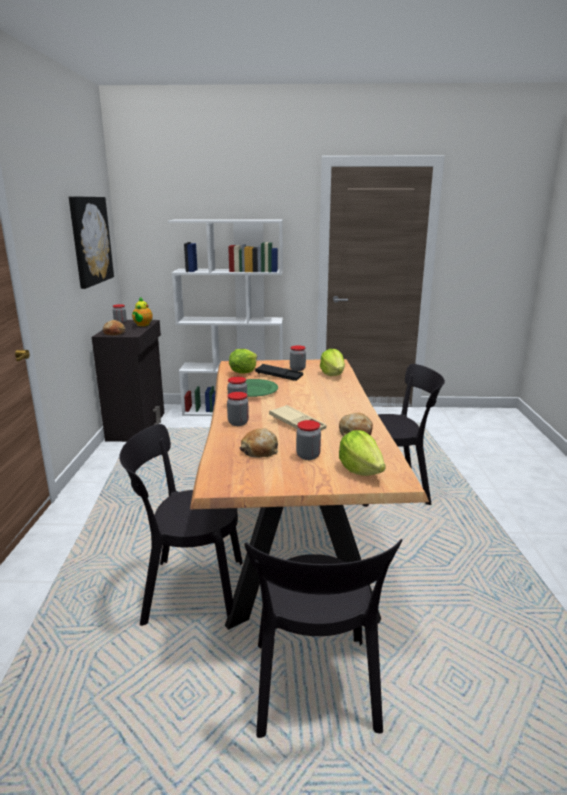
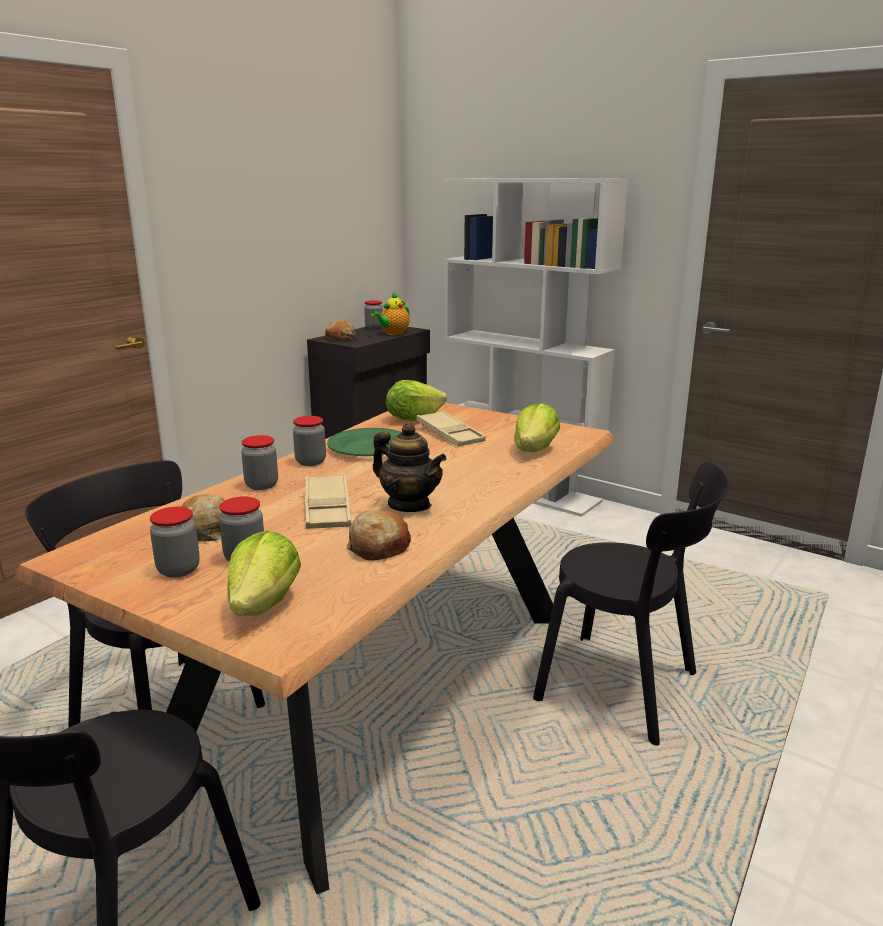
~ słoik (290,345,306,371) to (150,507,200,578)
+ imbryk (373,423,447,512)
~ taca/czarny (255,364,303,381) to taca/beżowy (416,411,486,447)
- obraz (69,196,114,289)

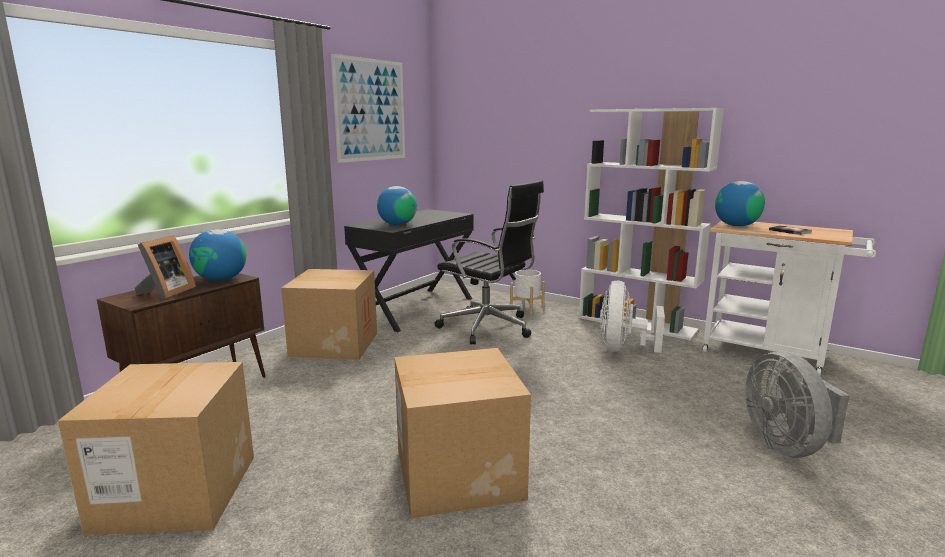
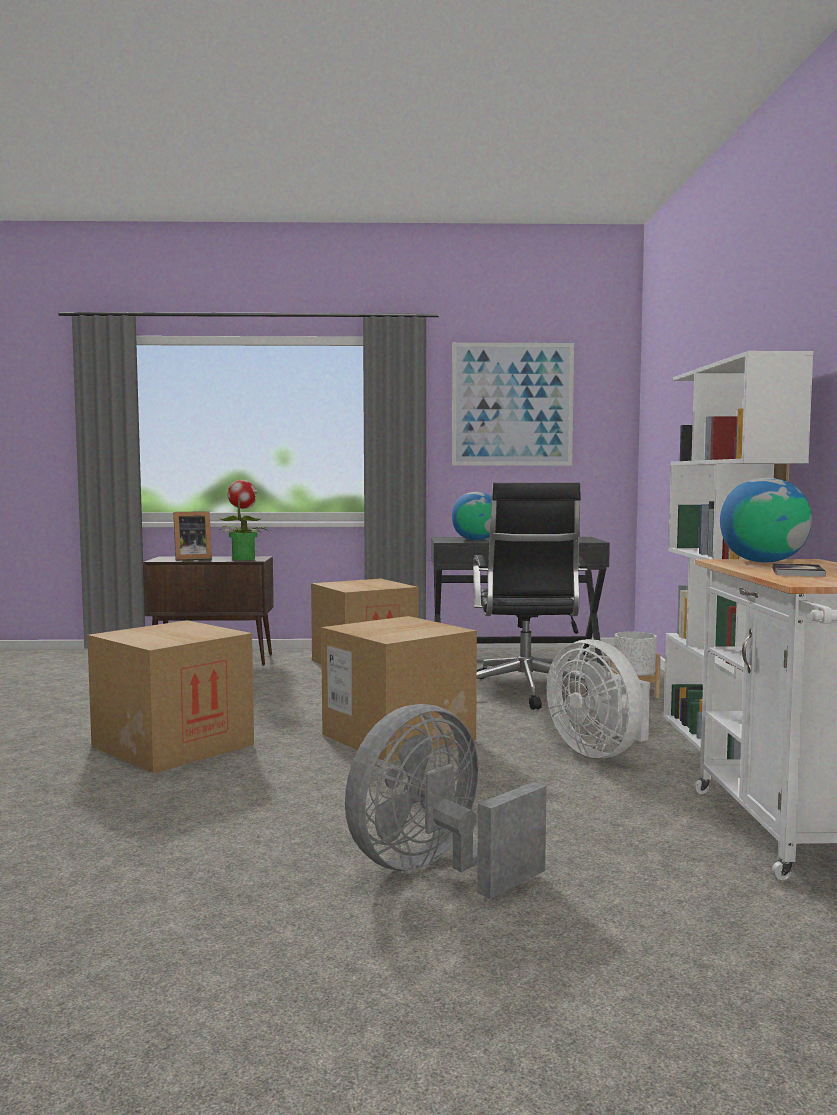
~ globus (189,229,246,281) to roślina doniczkowa (220,480,268,560)
~ karton (58,362,254,535) to (321,616,477,762)
~ wentylator/biały (600,281,665,353) = (547,639,650,758) 105 degrees counterclockwise

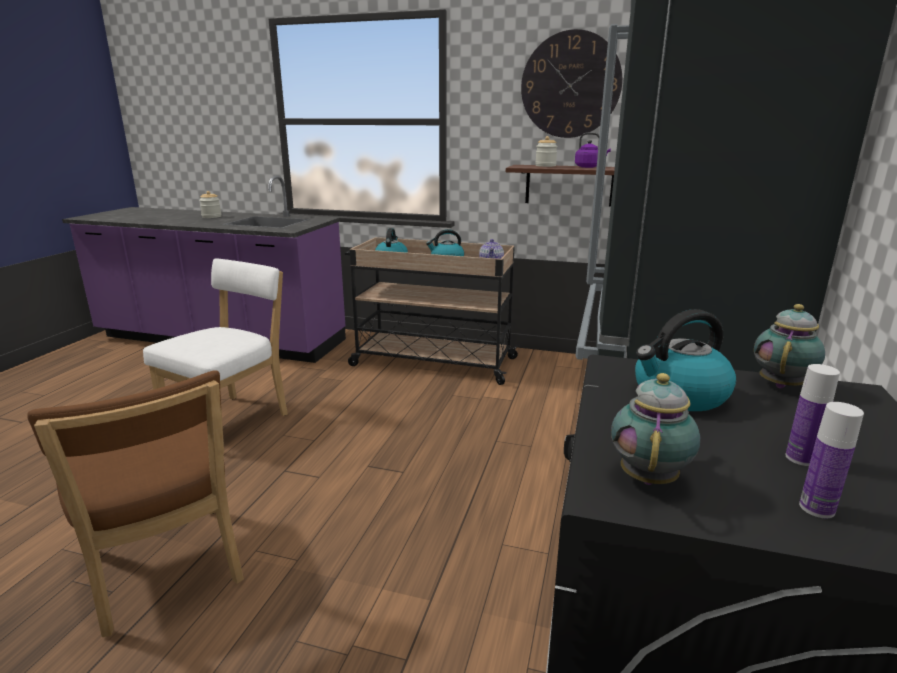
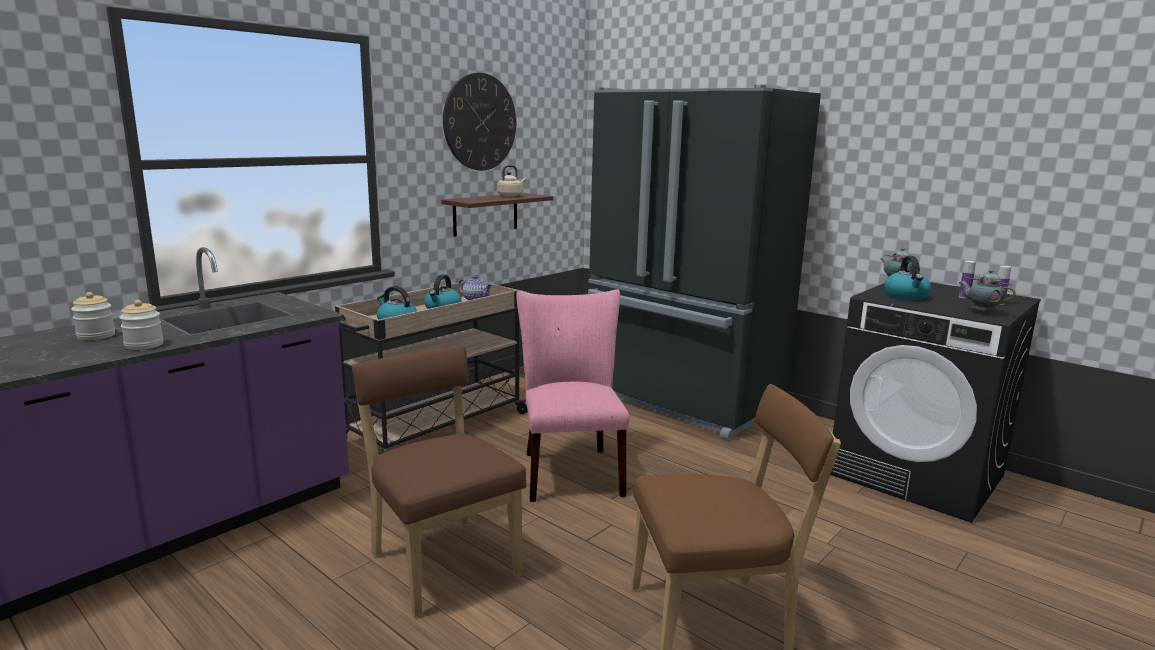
~ słoik (535,136,558,167) to (119,300,164,350)
~ krzesło/biały (143,258,288,453) to krzesło/brązowy (352,346,526,617)
~ czajnik/fioletowy (575,132,611,168) to czajnik/beżowy (497,165,526,197)
+ krzesło/różowy (516,289,630,502)

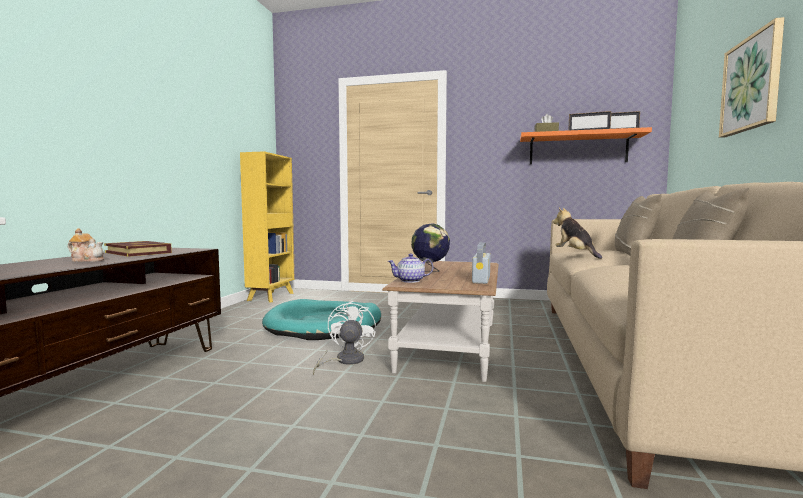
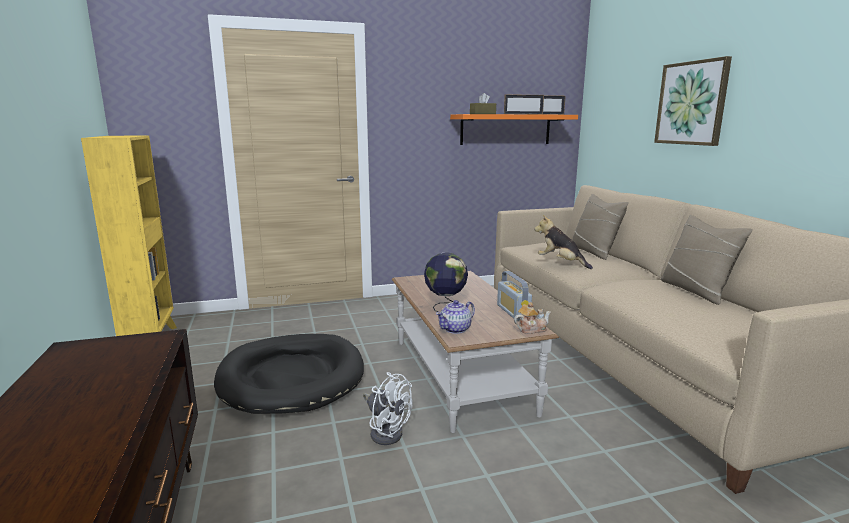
~ legowisko/turkusowy (262,299,381,340) to legowisko/czarny (214,334,364,414)
~ wentylator/biały (313,301,376,375) = (363,372,413,445) 150 degrees clockwise
~ imbryk (68,228,104,262) to (514,302,551,334)
- książka (104,241,172,257)

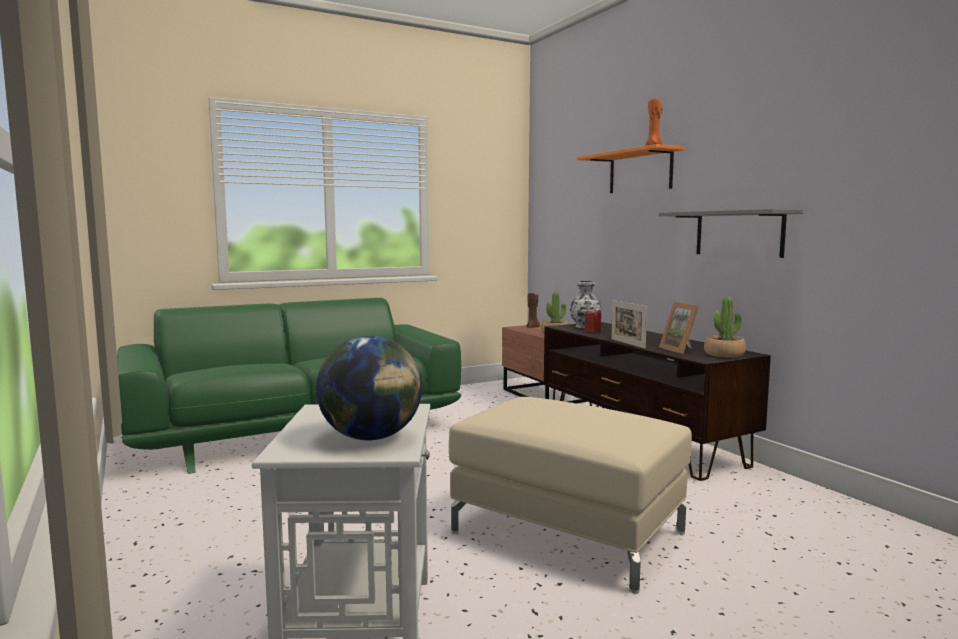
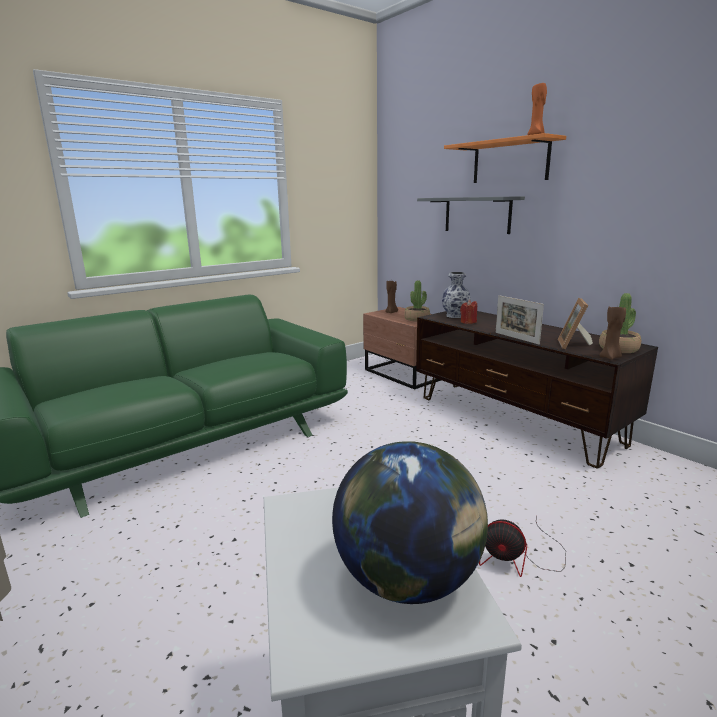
~ półka/szary (659,209,803,258) to (417,196,525,234)
~ pufa/beżowy (449,397,692,594) to wentylator (479,516,566,577)
~ ramka na zdjęcie (659,302,699,354) = (558,298,593,349) 45 degrees clockwise
+ świeca/brązowy (599,305,626,360)

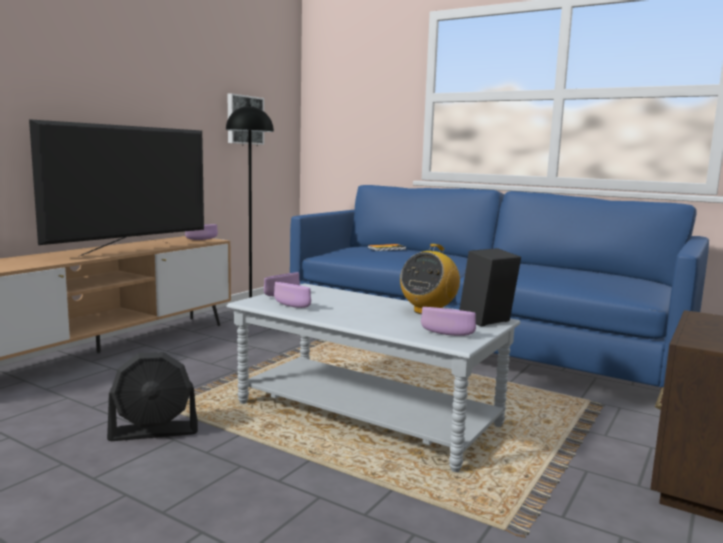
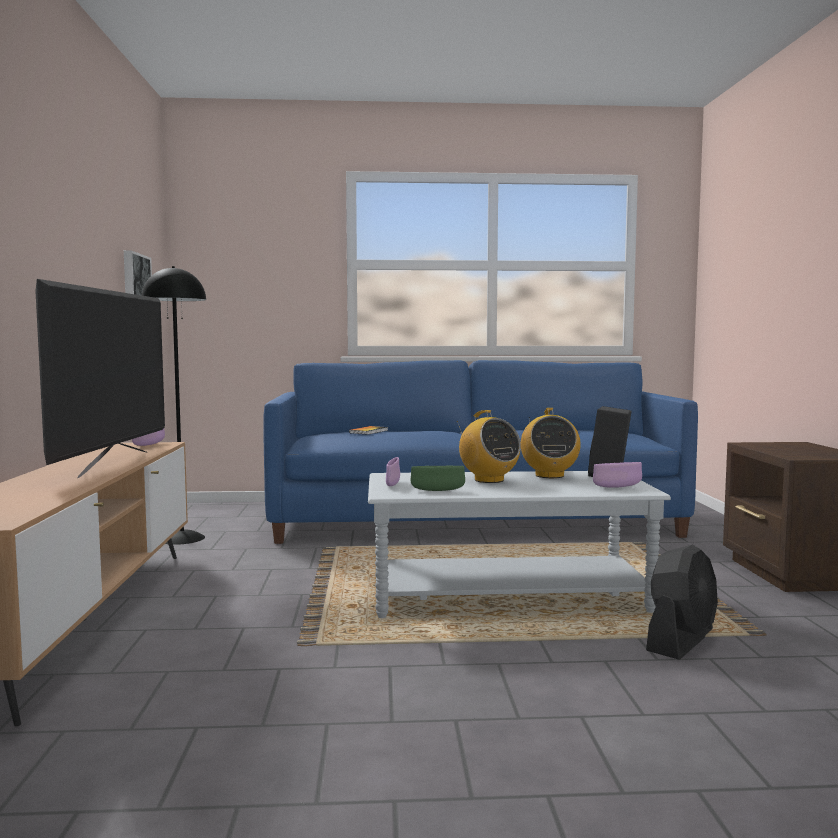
~ miska/fioletowy (274,282,311,308) to miska/zielony (410,466,465,491)
+ radio (457,410,521,483)
~ wentylator/czarny (107,352,198,441) to (646,544,718,660)

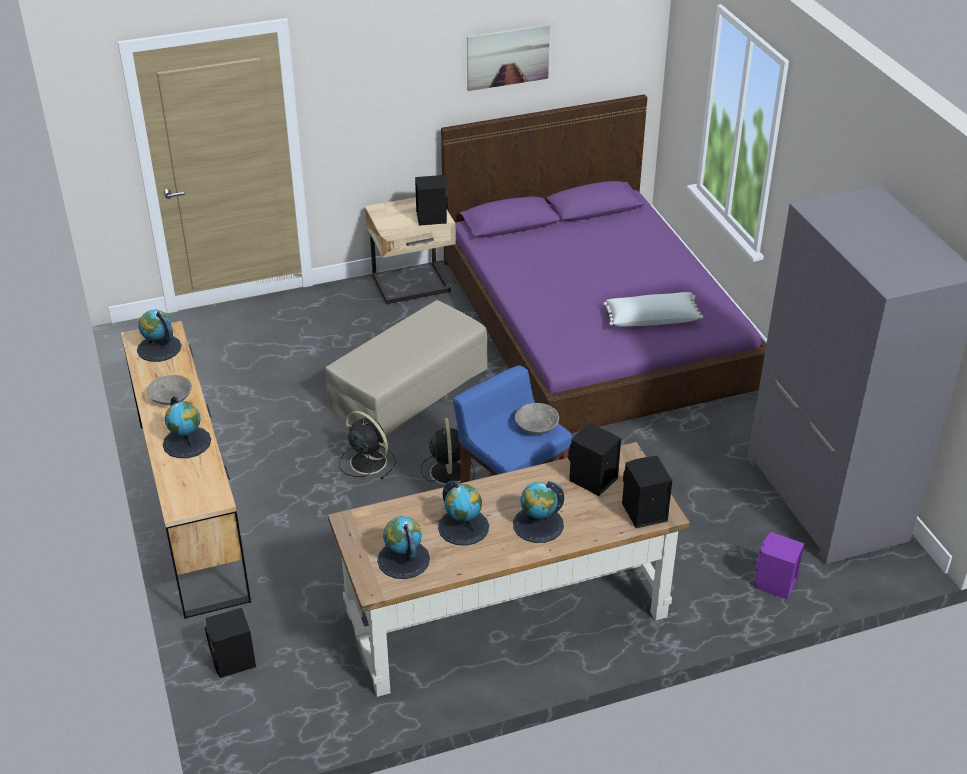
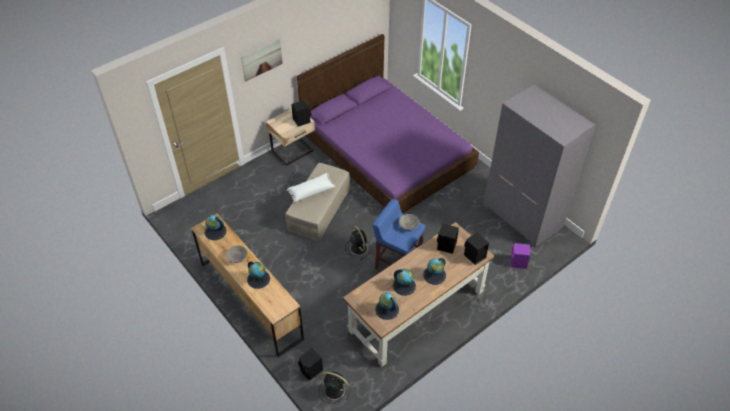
~ obraz (467,24,550,91) to (241,39,283,81)
~ poduszka/biały (603,292,703,327) to (287,173,336,202)
~ wentylator/czarny (339,411,396,480) to (319,371,350,403)

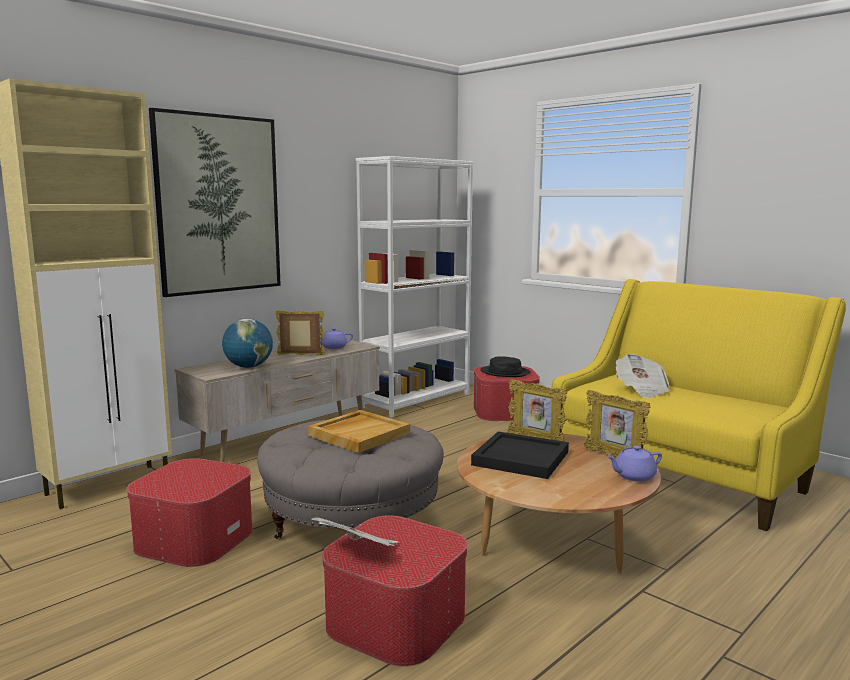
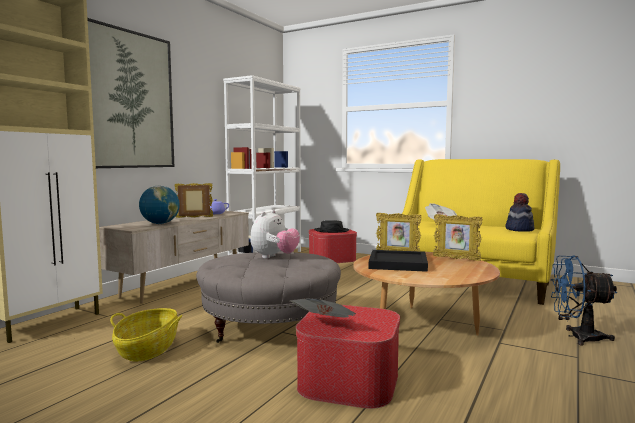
~ pufa (127,458,253,567) to koszyk (110,308,182,362)
~ taca/beżowy (308,410,410,453) to pluszak (250,210,300,258)
+ kapelusz (506,193,535,232)
+ wentylator/niebieski (551,255,618,345)
- imbryk/fioletowy (608,446,662,482)

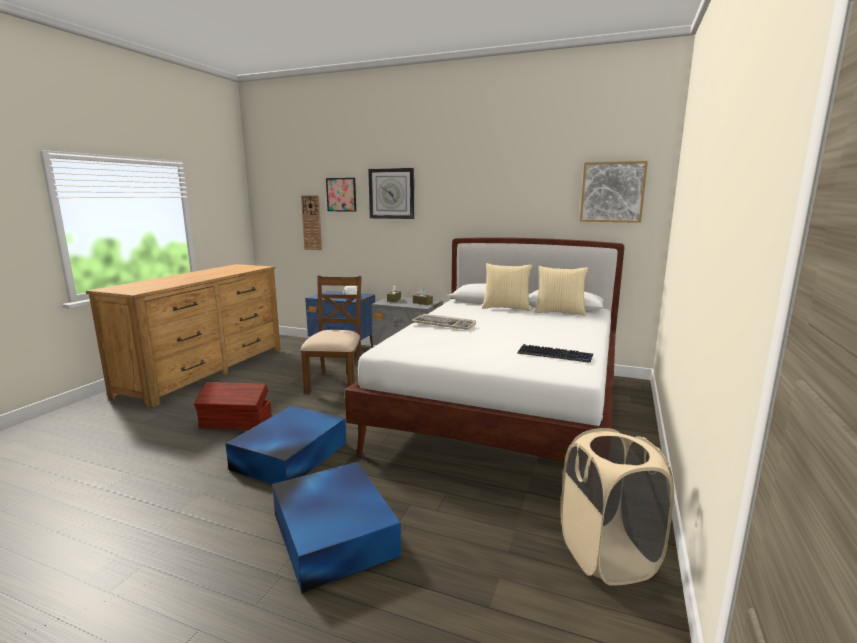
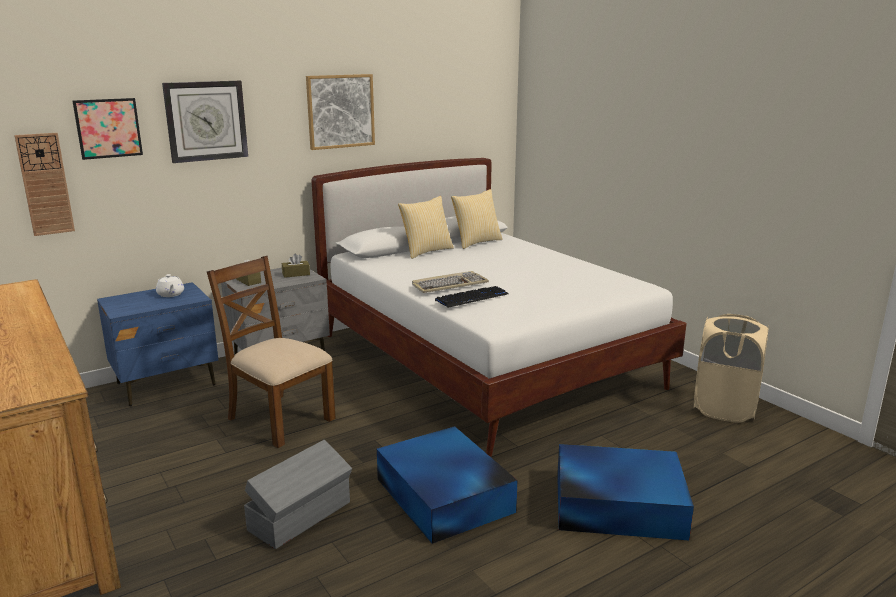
~ pojemnik do przechowywania/brązowy (194,382,272,430) to pojemnik do przechowywania/szary (244,440,352,549)
~ obraz (580,161,648,223) to (306,74,375,150)
~ klawiatura (517,344,593,363) to (435,286,508,308)

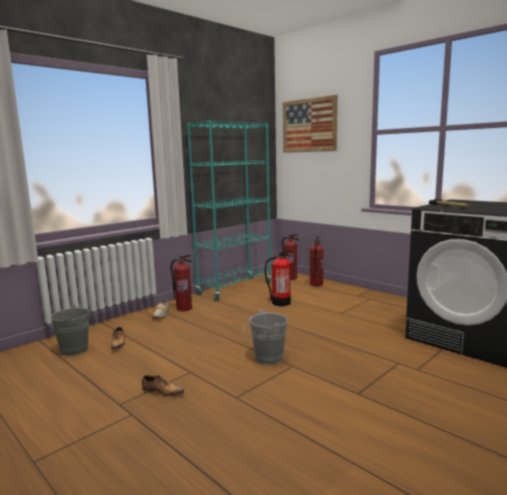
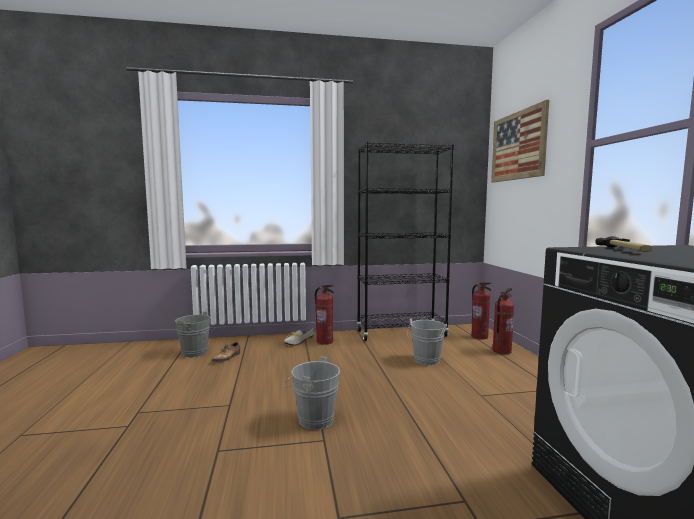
~ regał/turkusowy (187,120,272,300) to regał/czarny (357,142,454,341)
~ gaśnica (265,250,293,306) to wiadro/szary (407,318,447,366)
- but (142,375,184,396)

